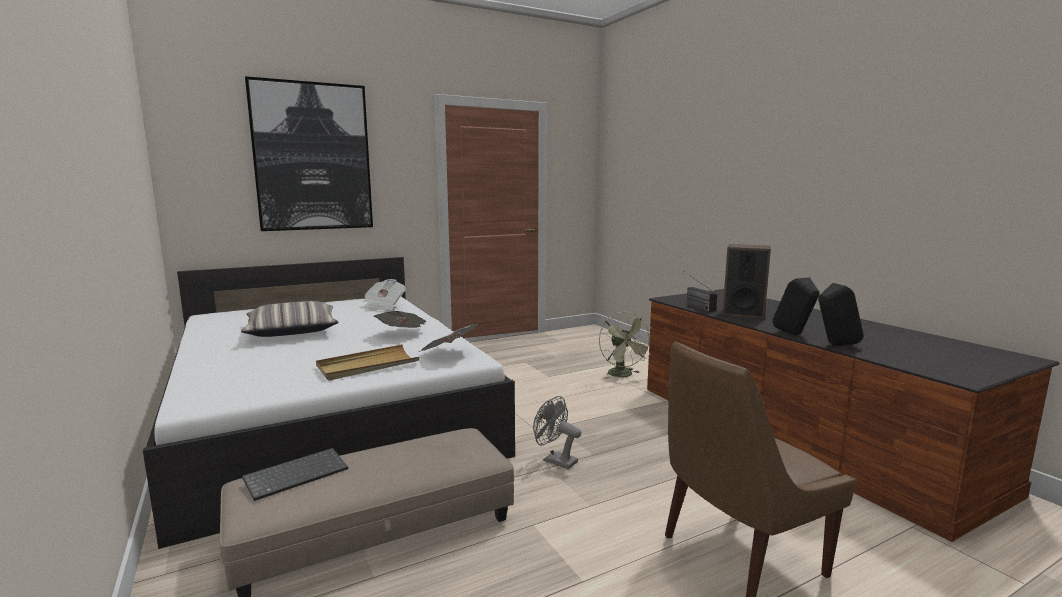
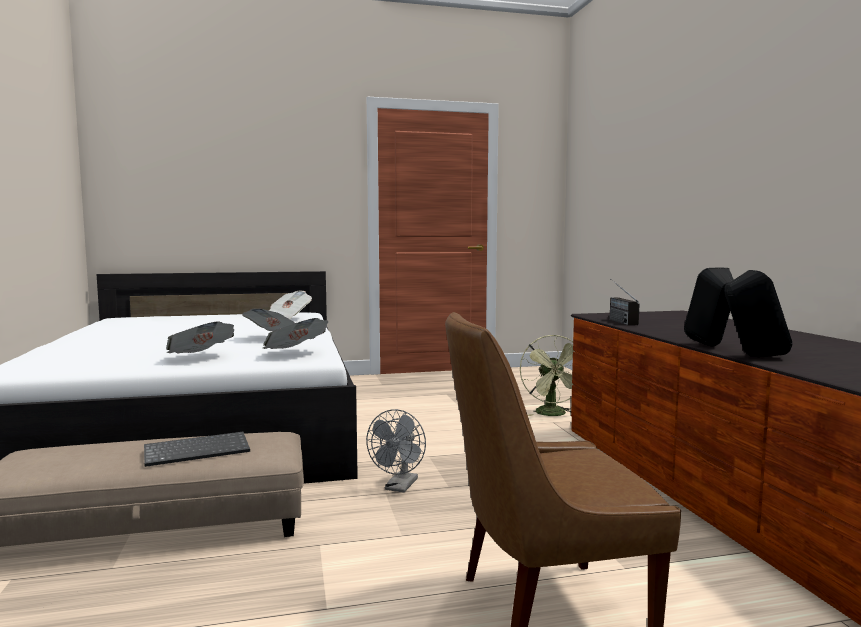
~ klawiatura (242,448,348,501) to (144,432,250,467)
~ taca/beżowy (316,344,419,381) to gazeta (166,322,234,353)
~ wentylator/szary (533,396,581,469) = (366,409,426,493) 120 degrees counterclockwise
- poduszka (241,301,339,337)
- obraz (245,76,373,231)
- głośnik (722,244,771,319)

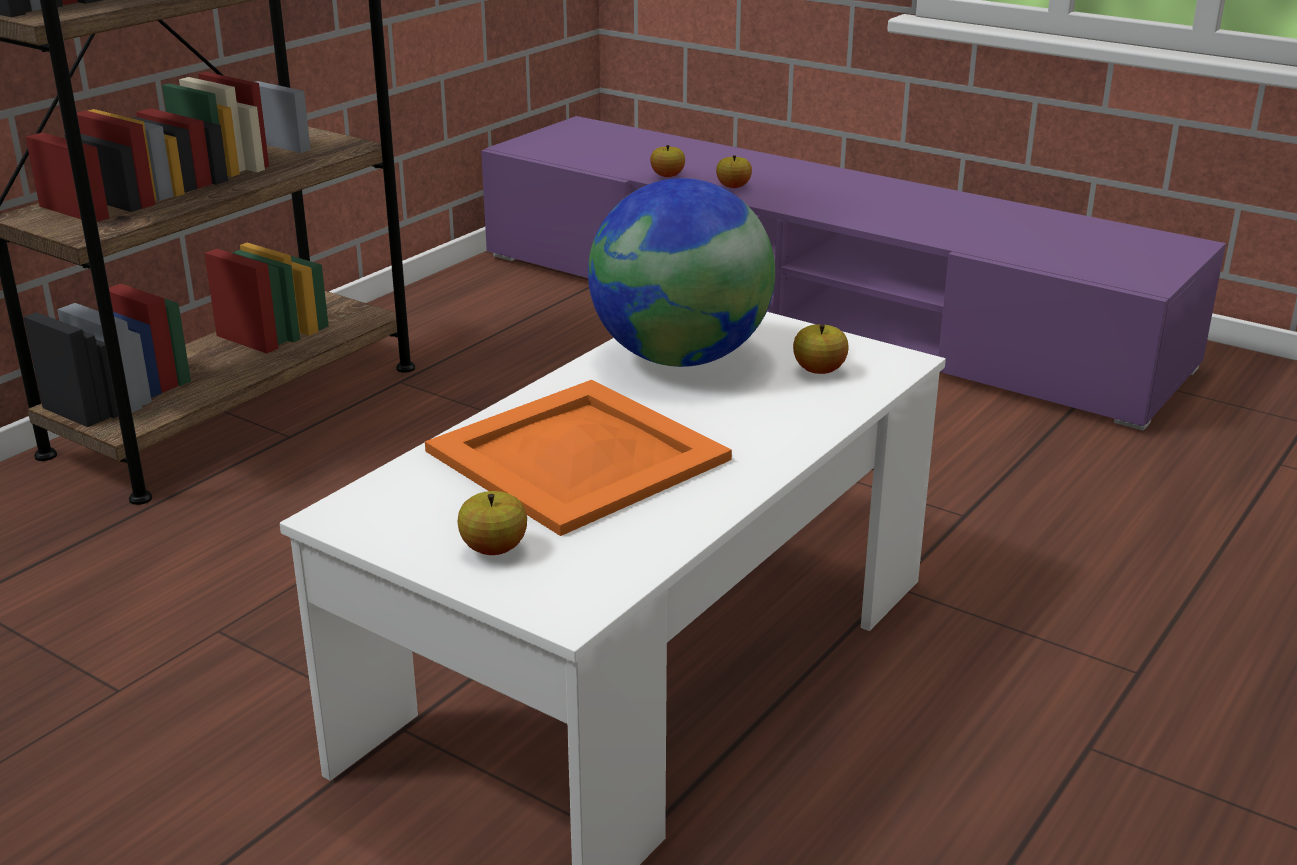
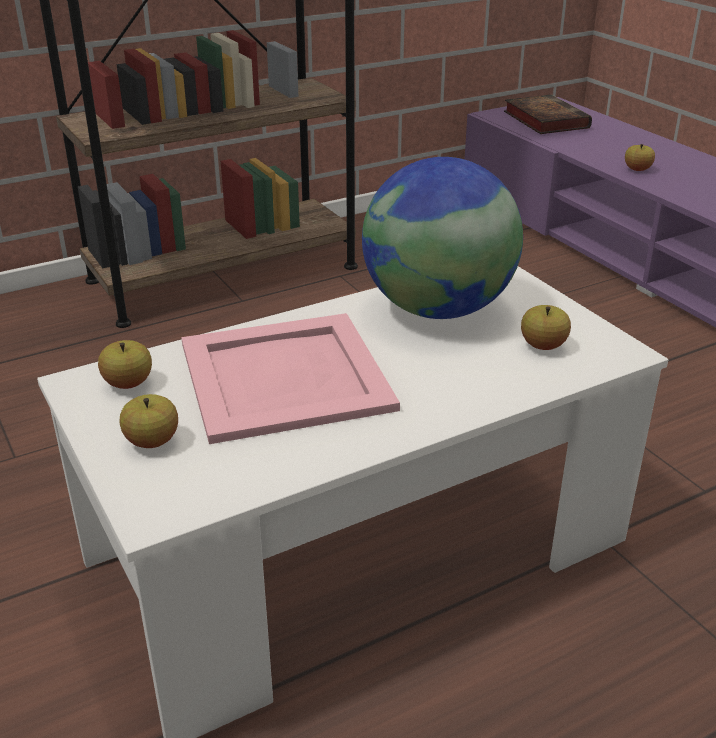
~ jabłko (650,145,685,177) to (98,340,152,389)
~ taca/pomarańczowy (425,380,732,536) to taca/różowy (181,313,400,444)
+ książka (504,95,592,134)

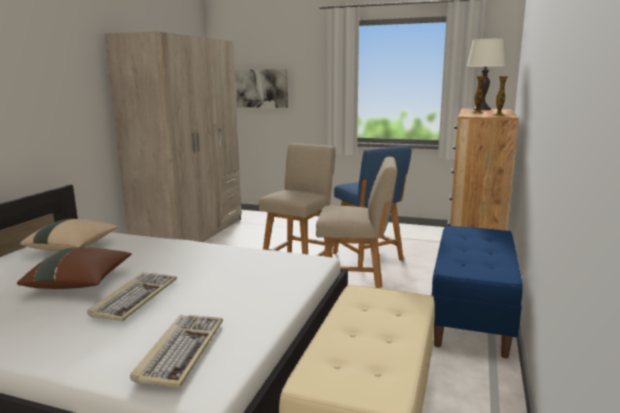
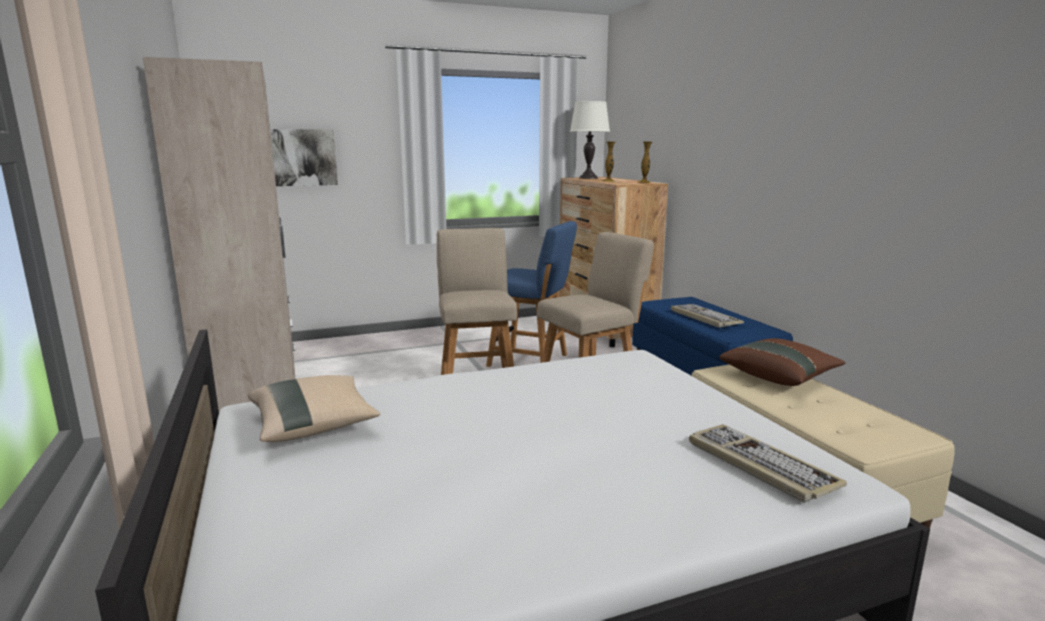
~ klawiatura (87,272,177,321) to (671,304,744,328)
~ poduszka/brązowy (17,248,132,289) to (719,338,846,386)

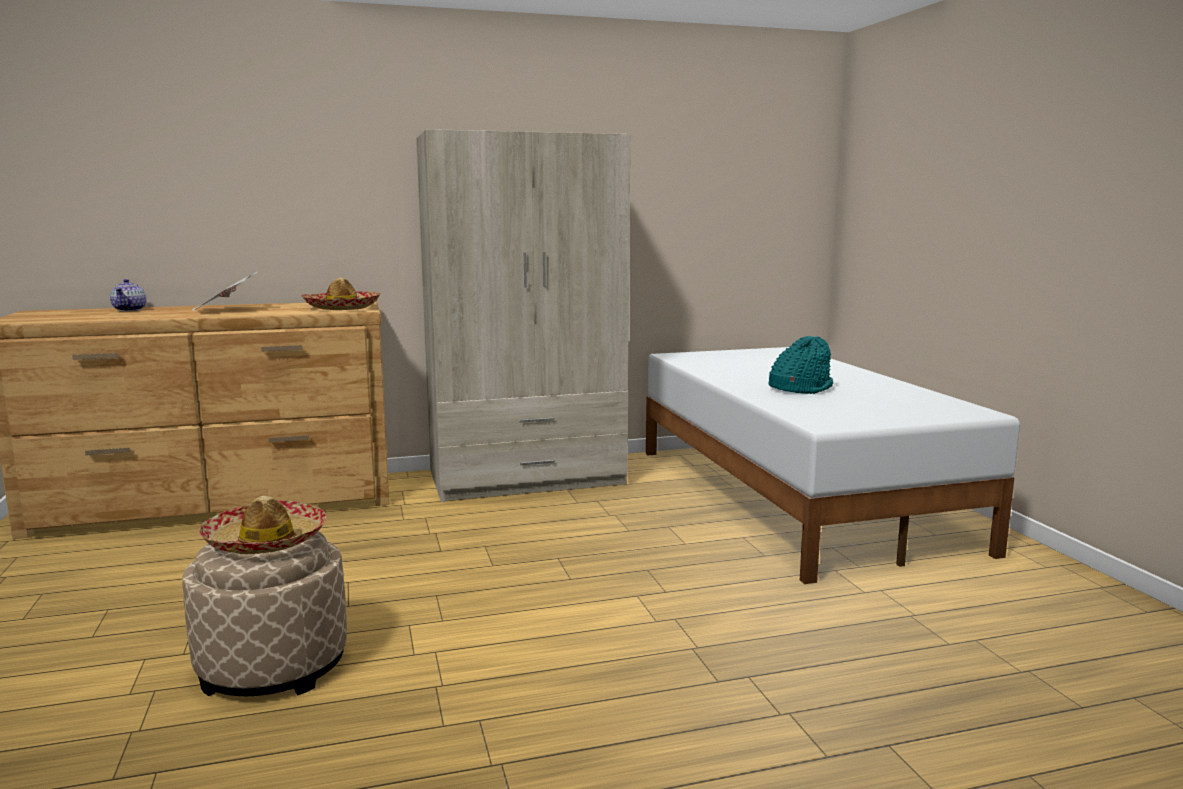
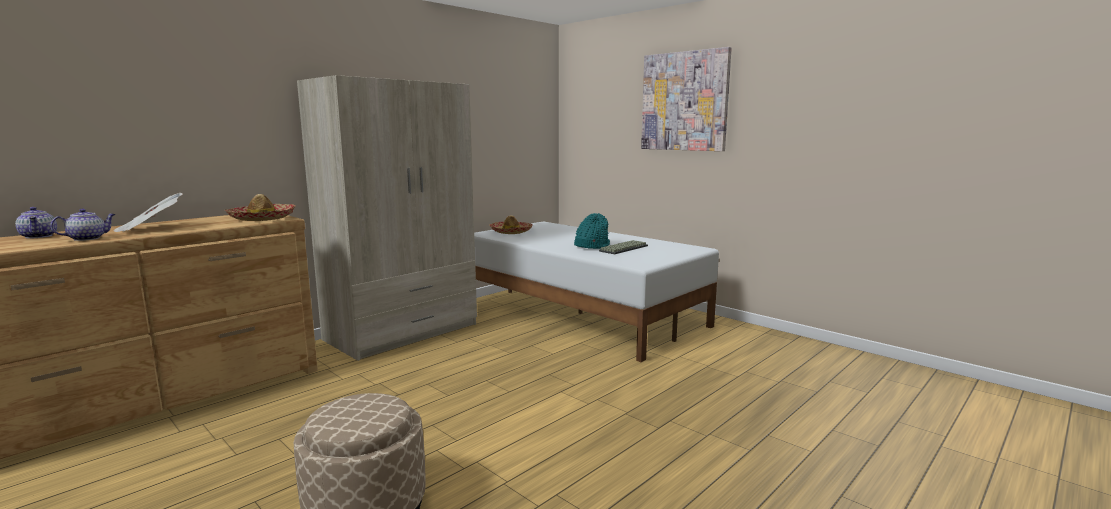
+ imbryk (50,209,115,241)
~ kapelusz (199,496,327,554) to (490,215,533,234)
+ klawiatura (599,240,648,254)
+ obraz (641,47,732,151)

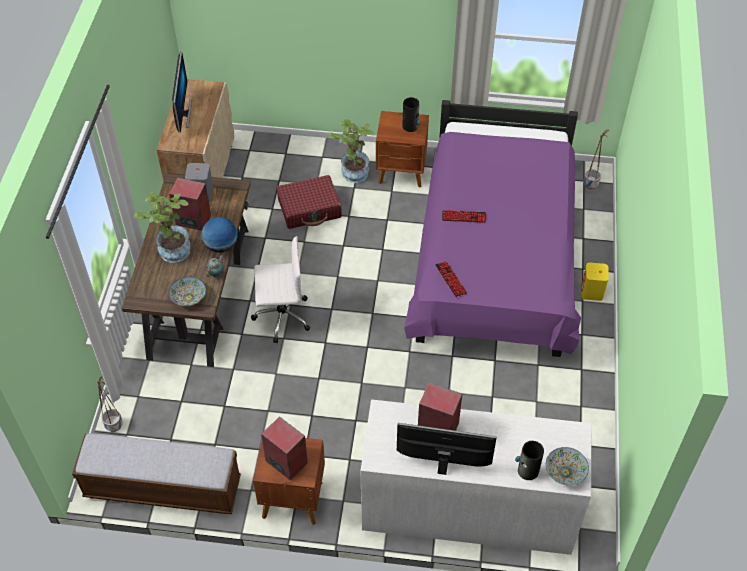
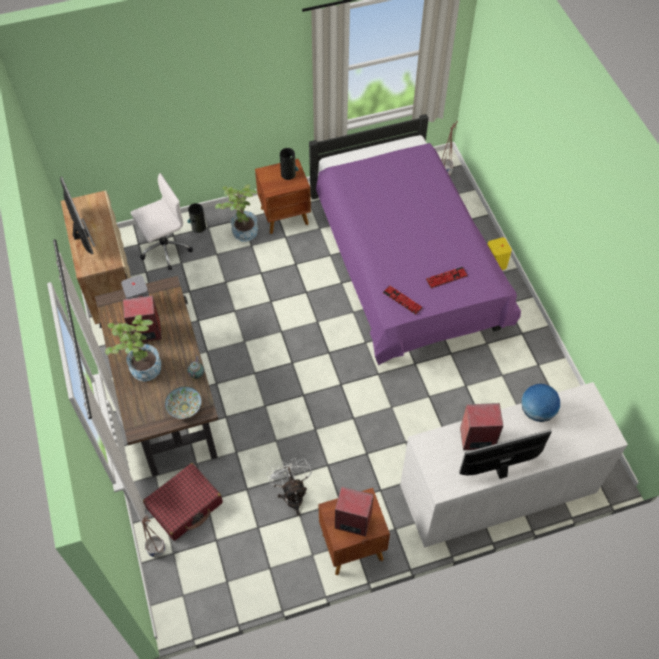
~ krzesło biurowe/biały (251,236,310,343) to (131,173,193,270)
~ walizka/czerwony (277,175,342,229) to (143,463,223,541)
~ wazon (515,441,544,480) to (188,203,206,233)
+ wentylator/biały (267,457,312,515)
~ klawiatura (442,210,486,223) to (426,267,468,288)
~ globus (201,217,238,253) to (521,384,560,422)
- ławka (72,433,241,514)
- miska (546,447,589,486)

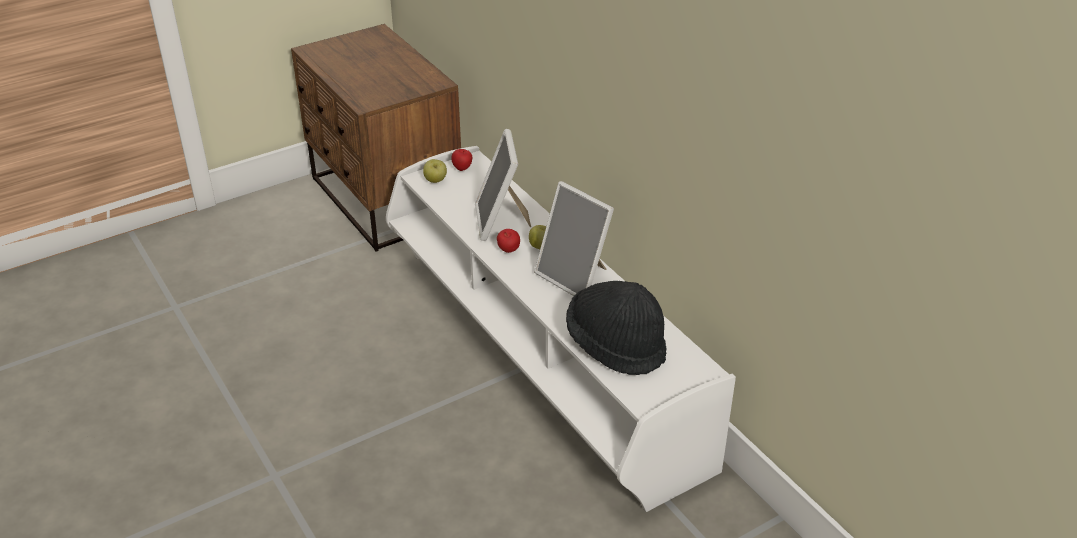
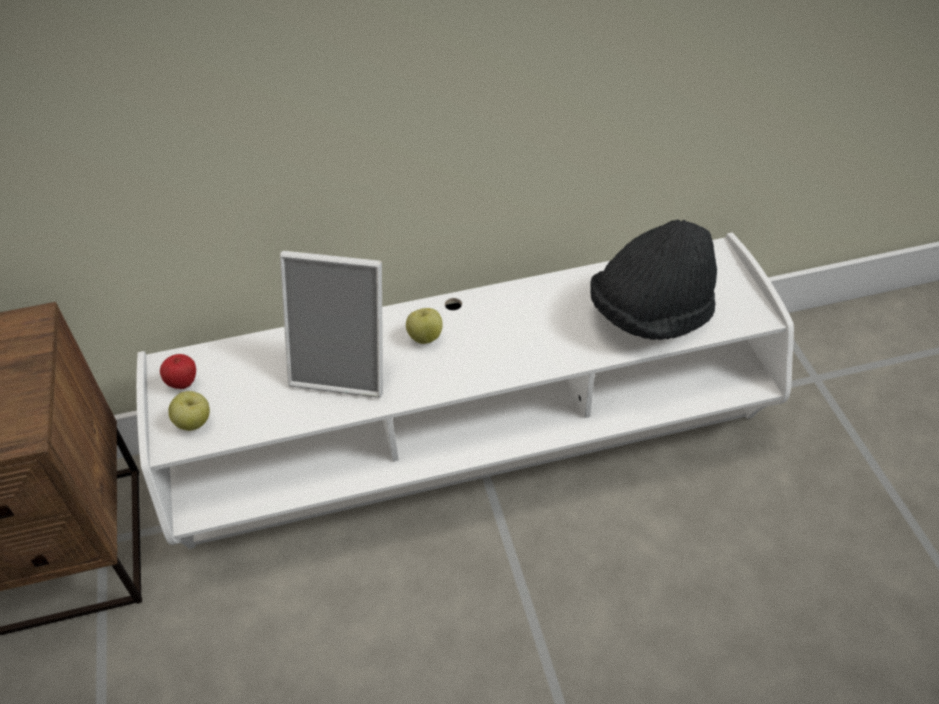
- jabłko (497,229,520,253)
- ramka na zdjęcie (534,181,614,296)

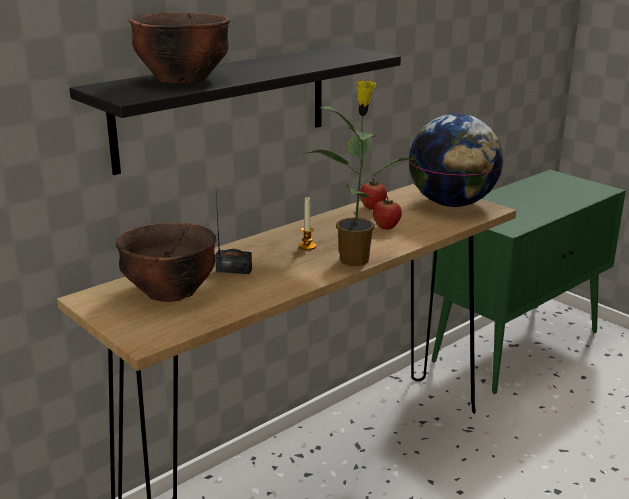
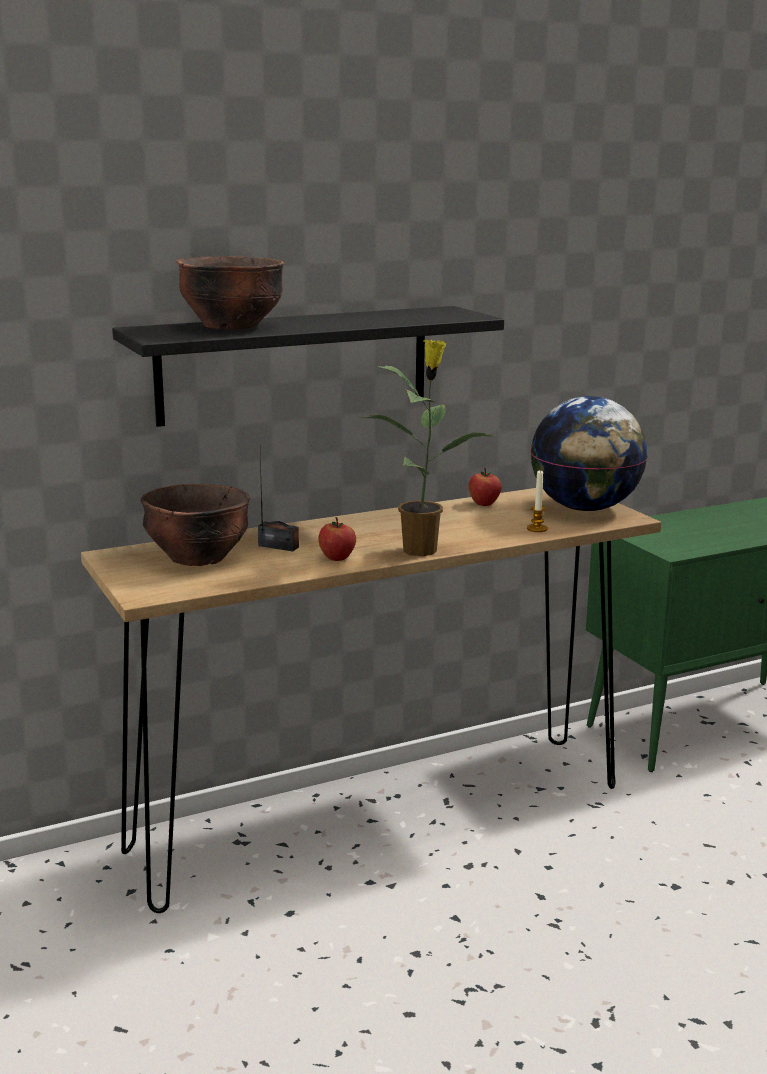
~ jabłko (373,197,402,230) to (318,517,356,561)
~ świeca (299,196,316,250) to (527,469,548,532)

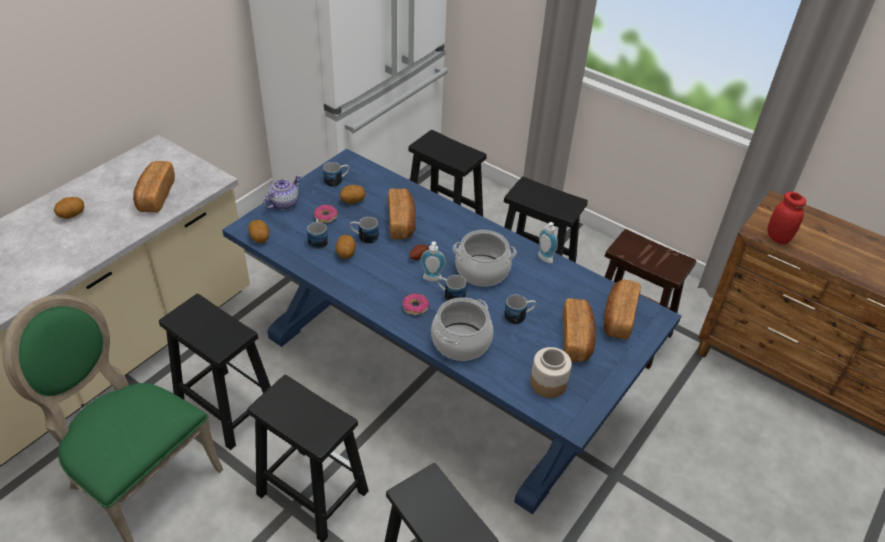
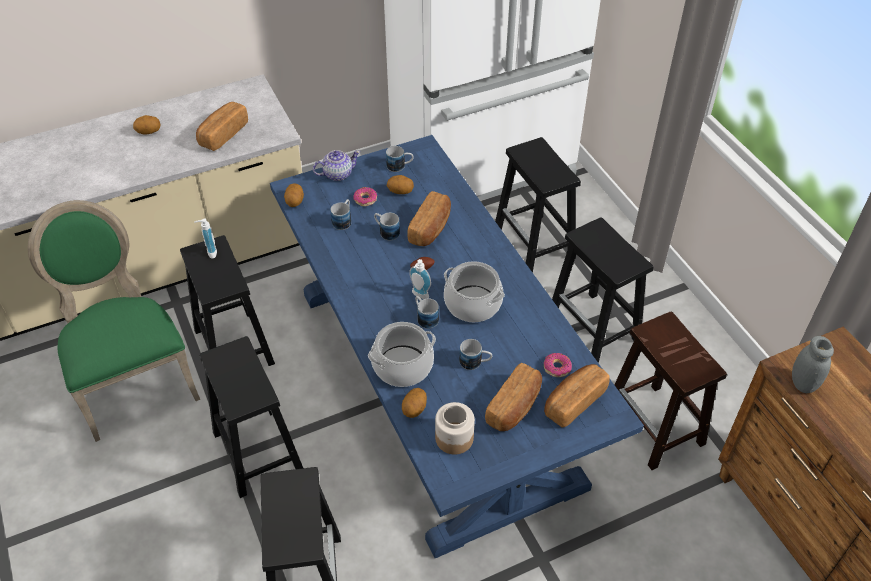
~ dozownik mydła (538,222,558,263) to (194,218,217,259)
~ ziemniak (336,235,356,259) to (402,388,427,418)
~ donut (402,294,429,315) to (544,353,572,377)
~ słoik/czerwony (767,191,806,244) to słoik/szary (792,336,834,393)

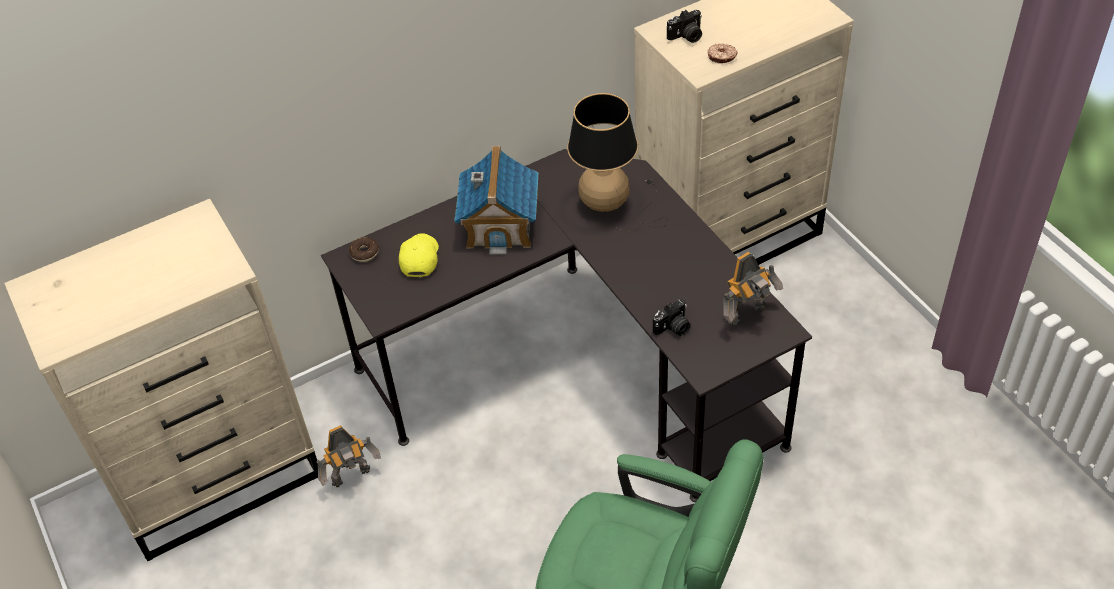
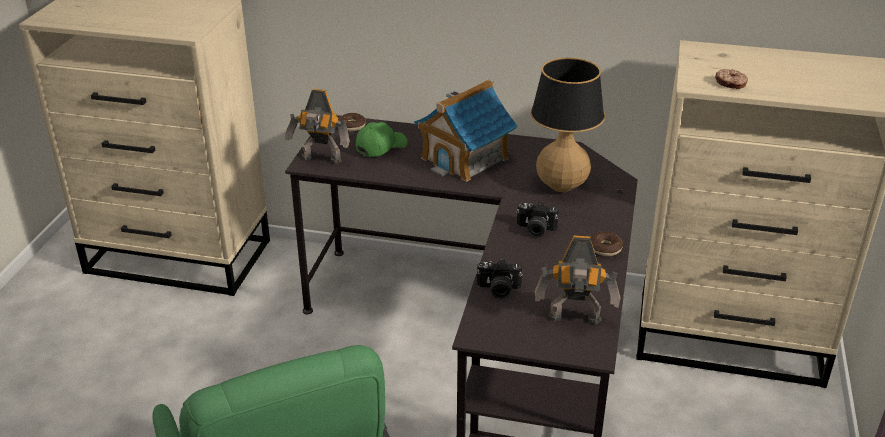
~ robot zabawkowy (316,425,381,487) to (285,89,350,164)
~ czapka z daszkiem/żółty (399,233,439,278) to czapka z daszkiem/zielony (356,122,408,157)
~ aparat fotograficzny (667,10,702,43) to (516,202,559,238)
+ donut (591,232,623,256)

